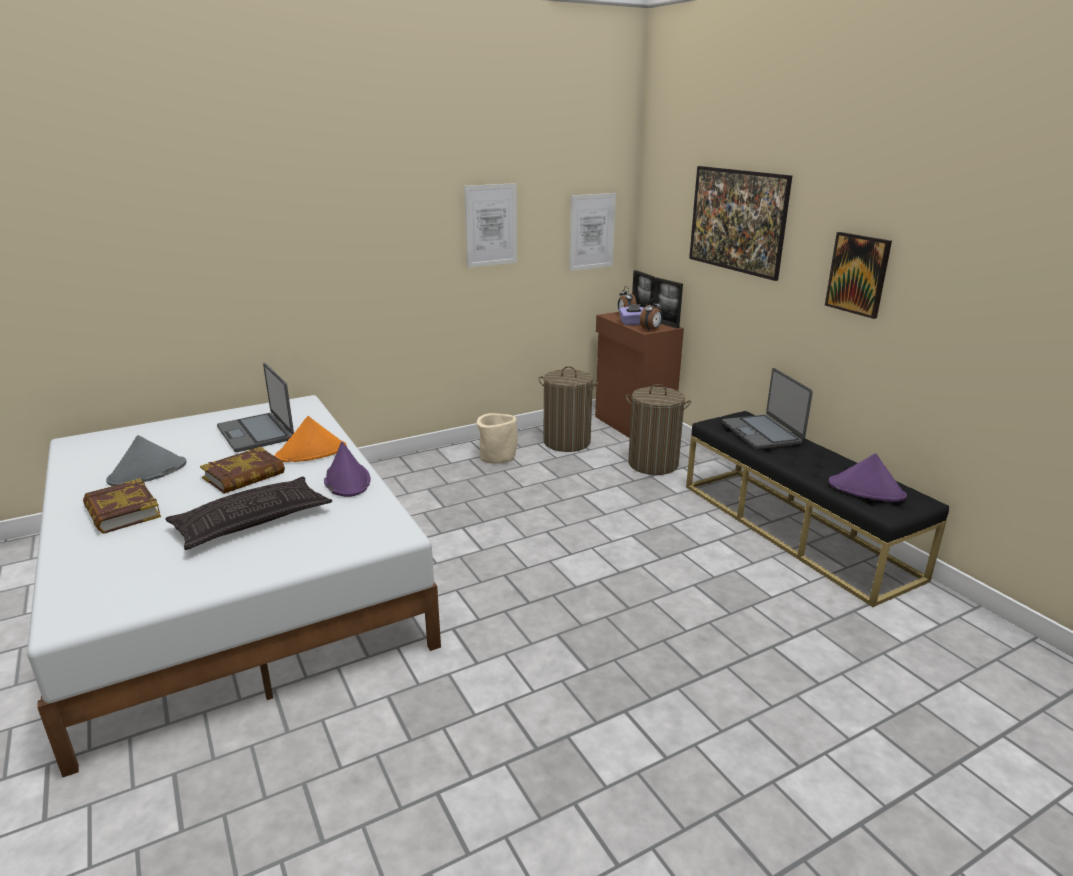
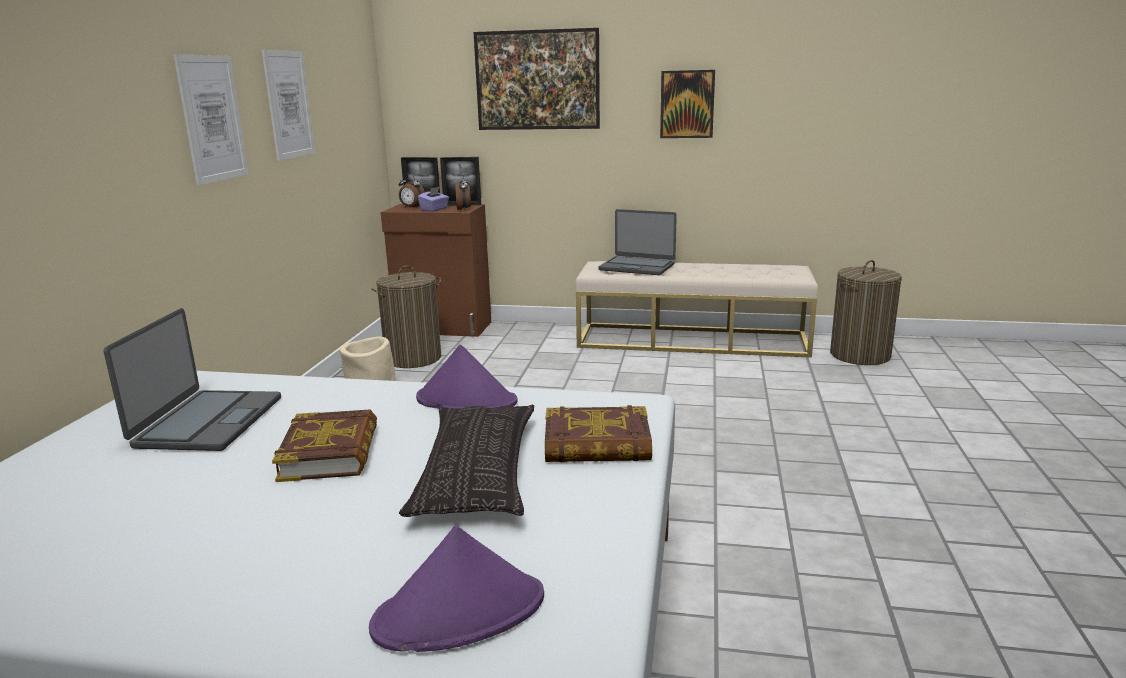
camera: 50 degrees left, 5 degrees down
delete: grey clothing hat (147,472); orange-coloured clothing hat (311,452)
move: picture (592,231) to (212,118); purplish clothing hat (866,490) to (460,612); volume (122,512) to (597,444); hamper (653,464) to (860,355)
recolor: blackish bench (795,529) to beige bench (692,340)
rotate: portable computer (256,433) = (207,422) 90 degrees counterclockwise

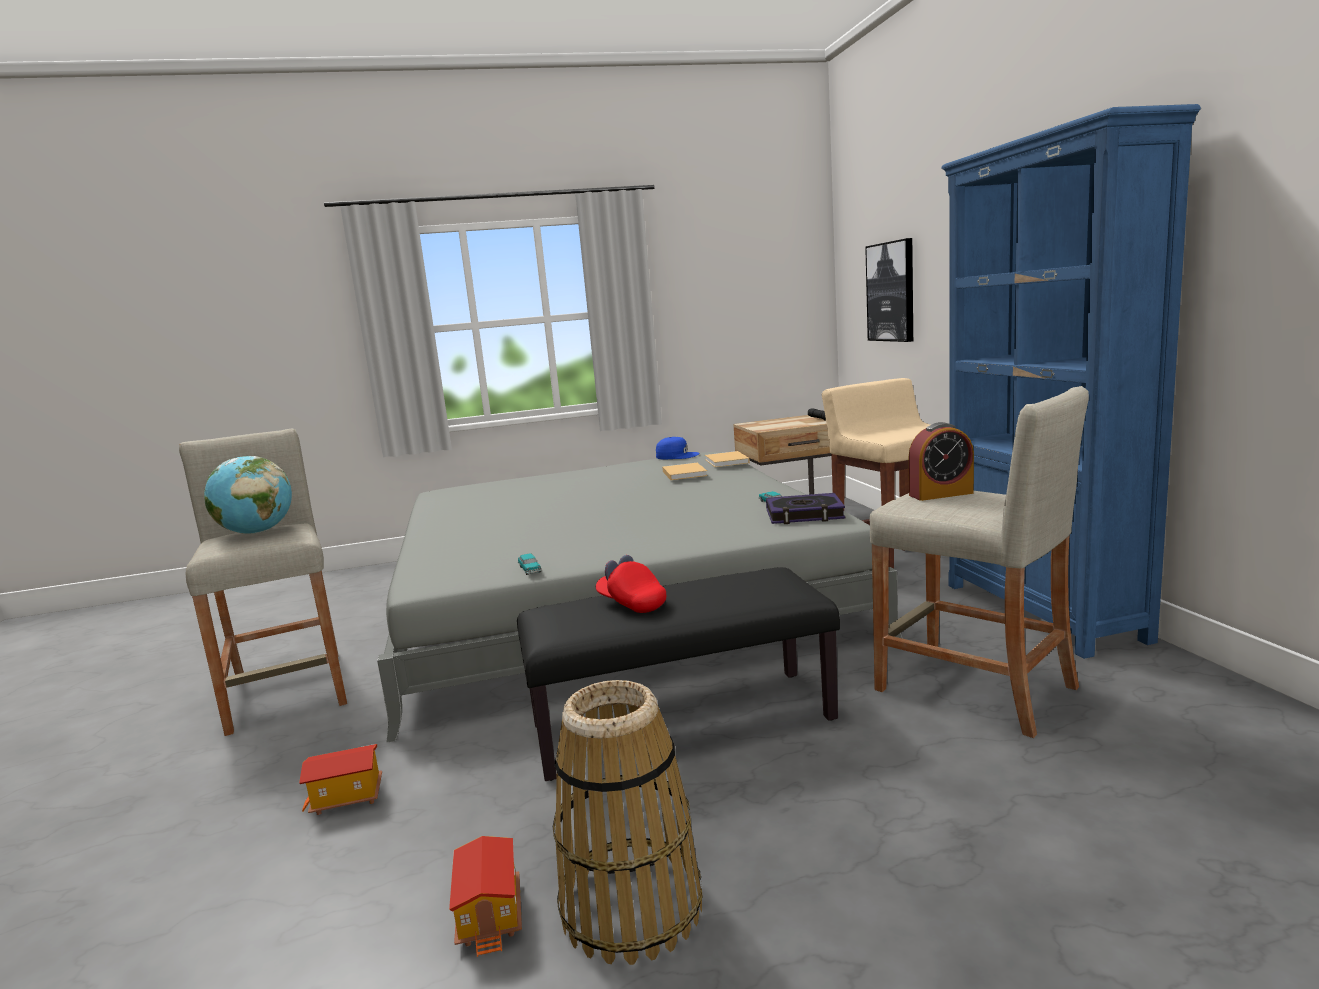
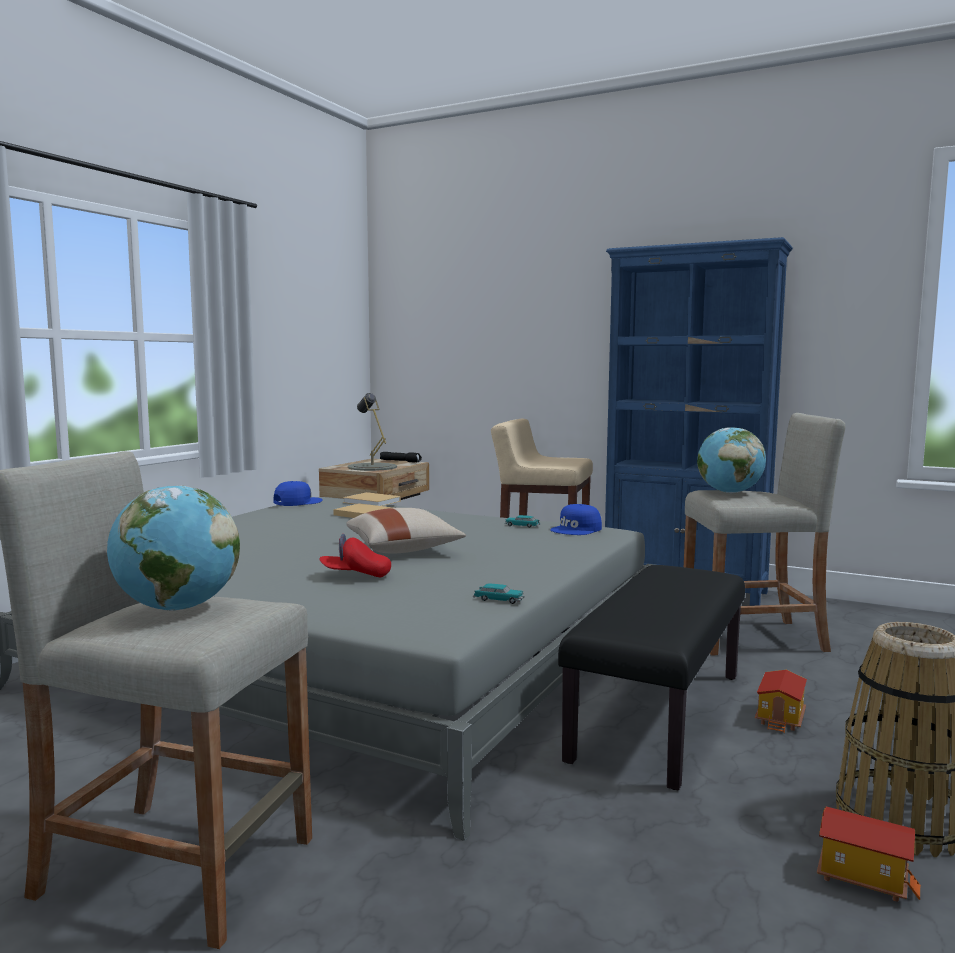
camera: 50 degrees left, 5 degrees down
delete: picture (891,292)
insert: beige throw pillow (404,549); grey lamp for a table (372,467)
move: red-coloured baseball cap (631,603) to (355,575); toy house (346,799) to (781,718)
replace: volume (804,515) to blue baseball cap (577,529); table clock (941,494) to desk globe (729,492)

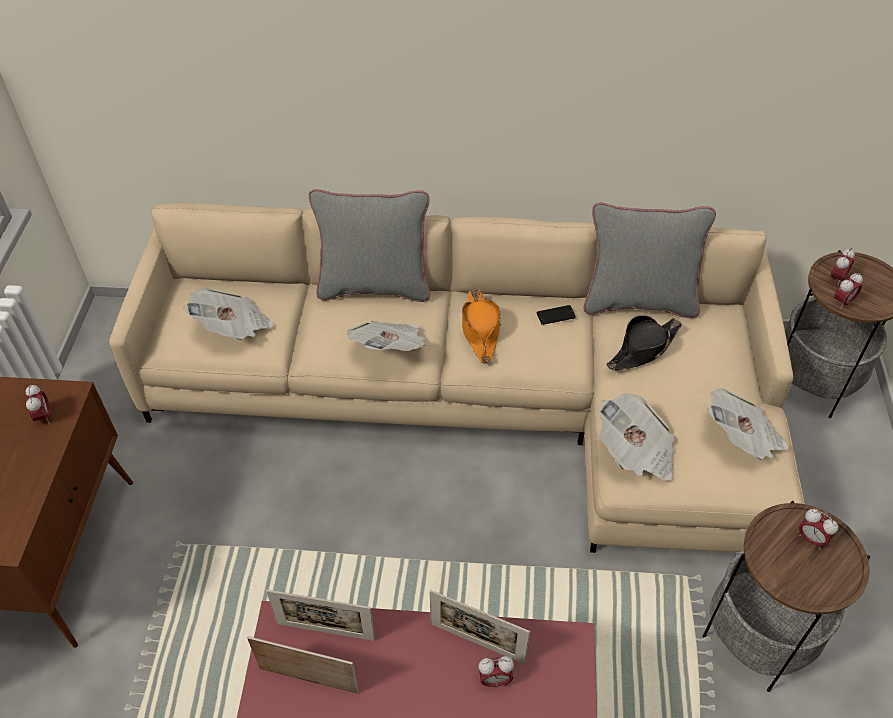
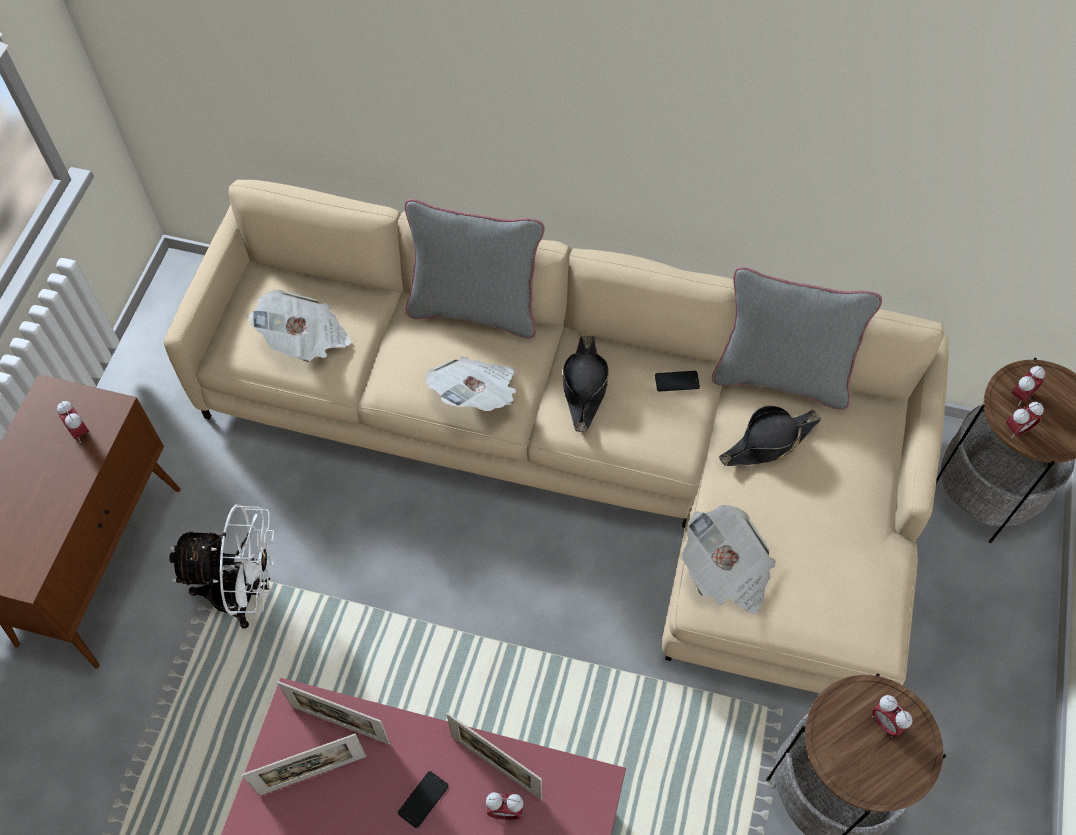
camera: 10 degrees right, 10 degrees up
delete: newspaper (742,439)
insert: white-coloured cooling fan (245,594); telephone (423,799)
recolor: orange-coloured clothing hat (480,330) to blackish clothing hat (584,387)
rotate: table clock (44,416) = (80,431) 150 degrees clockwise; photo frame (308,680) = (313,775) 135 degrees clockwise

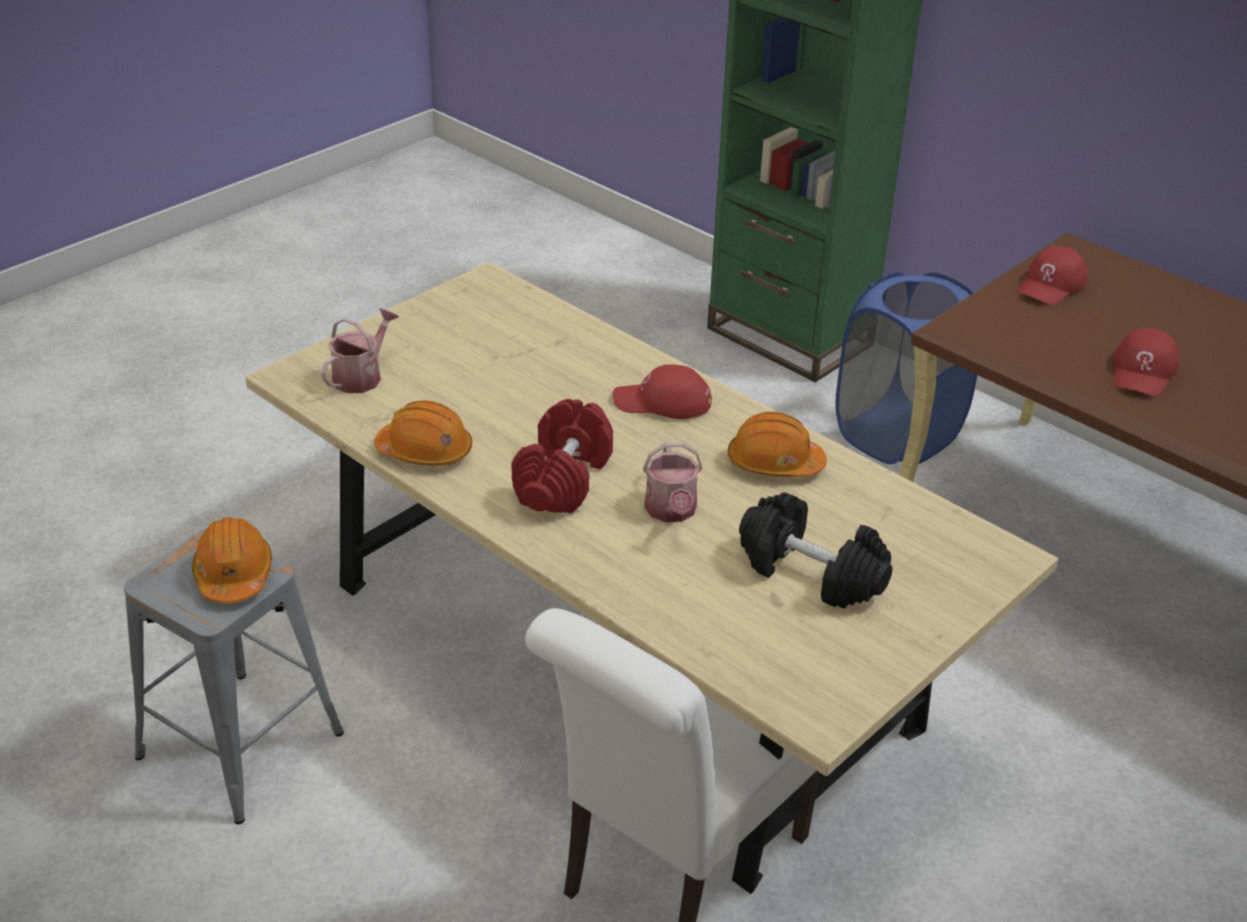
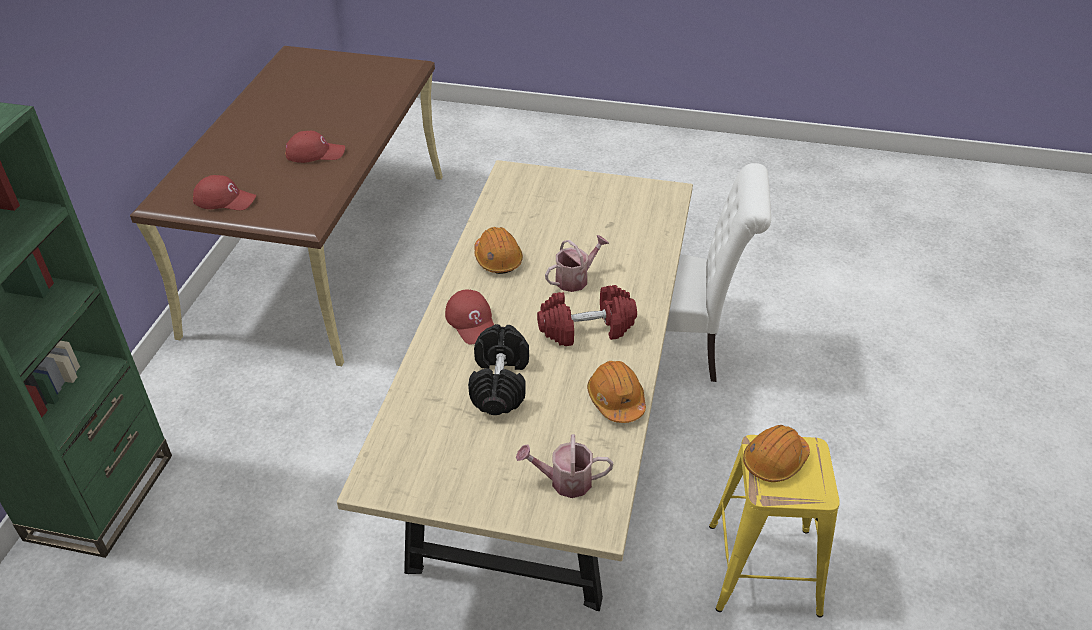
camera: 120 degrees left, 5 degrees up
delete: blue hamper (898,434)
move: blackish free weight (810,573) to (500,383)
recolor: grey stool (239,745) to yellow-coloured stool (765,568)

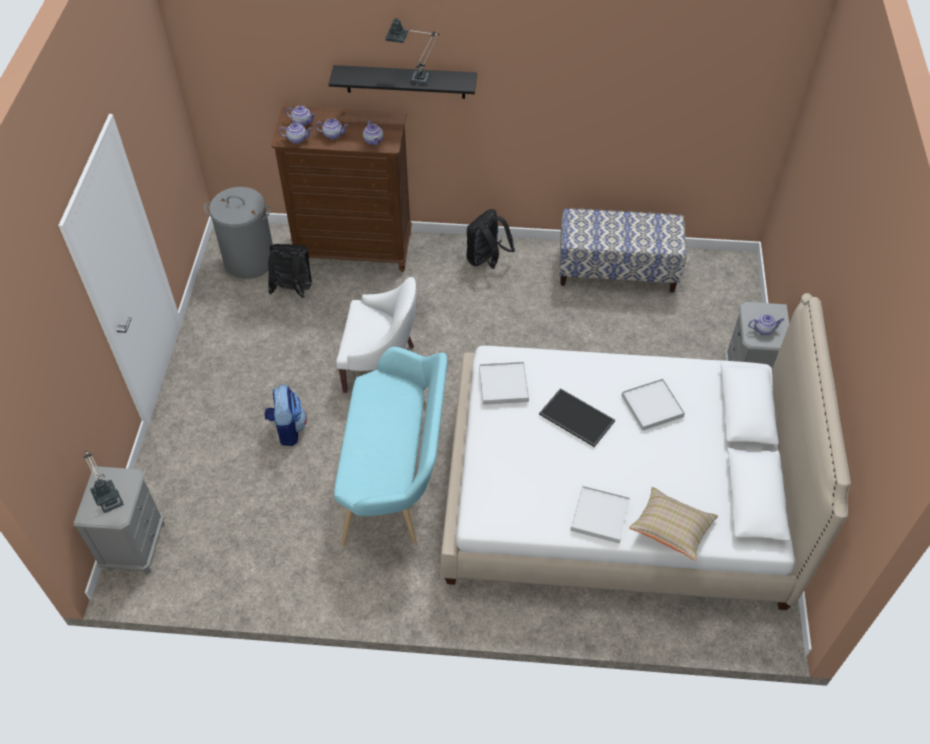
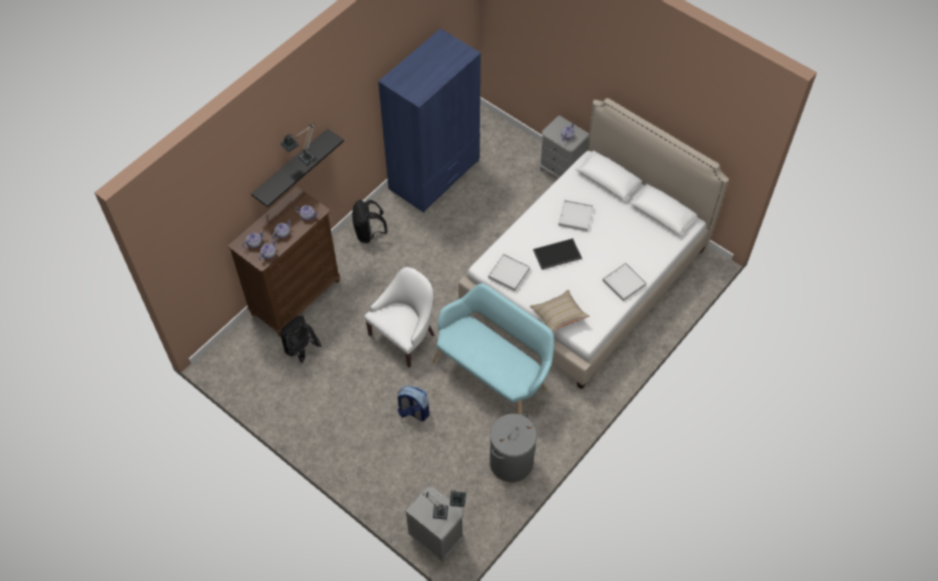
camera: 55 degrees left, 5 degrees up
move: grey hamper (250,260) to (511,462); beige throw pillow (671,530) to (558,316)
replace: bench (617,270) to blue clothes cupboard (435,175)

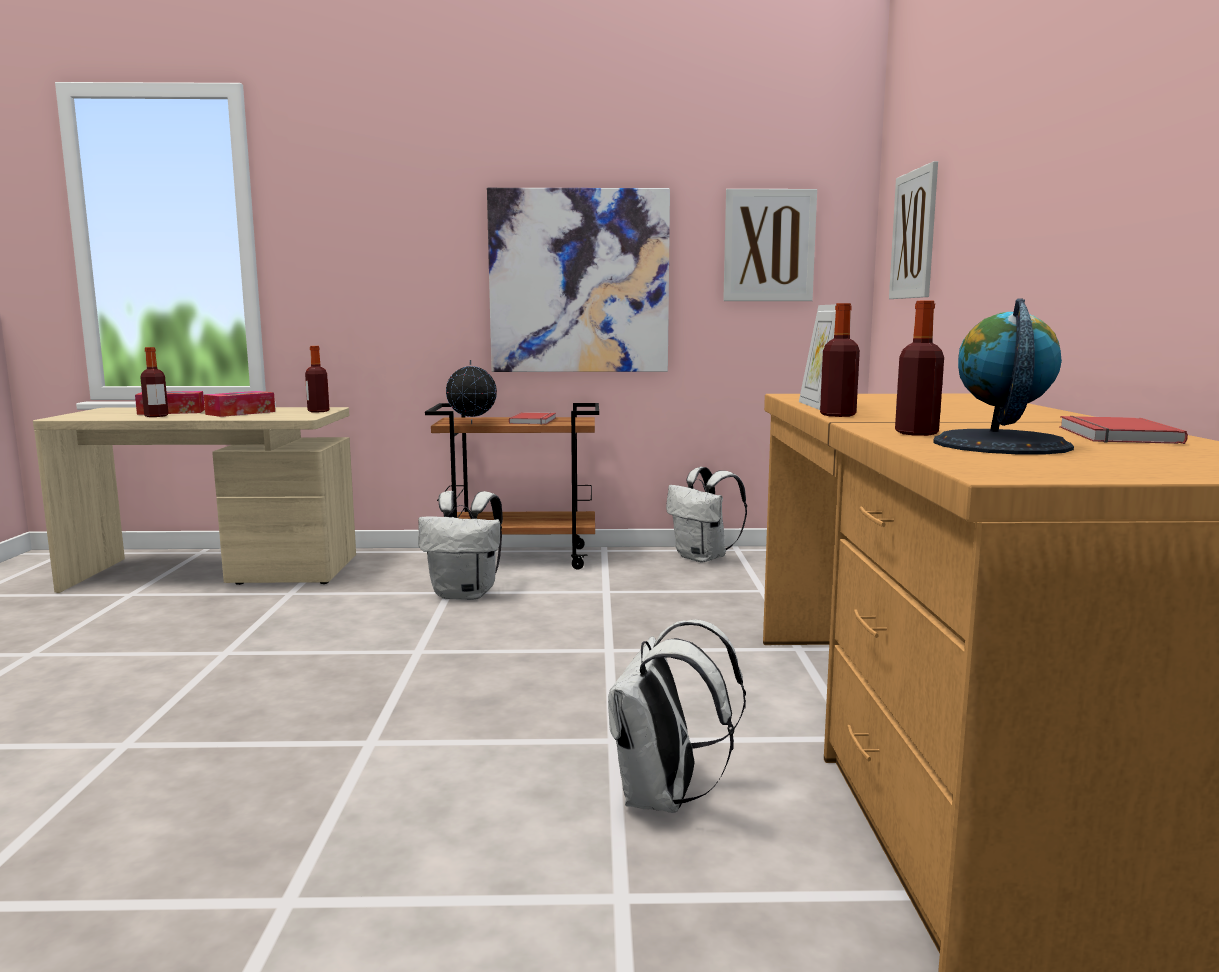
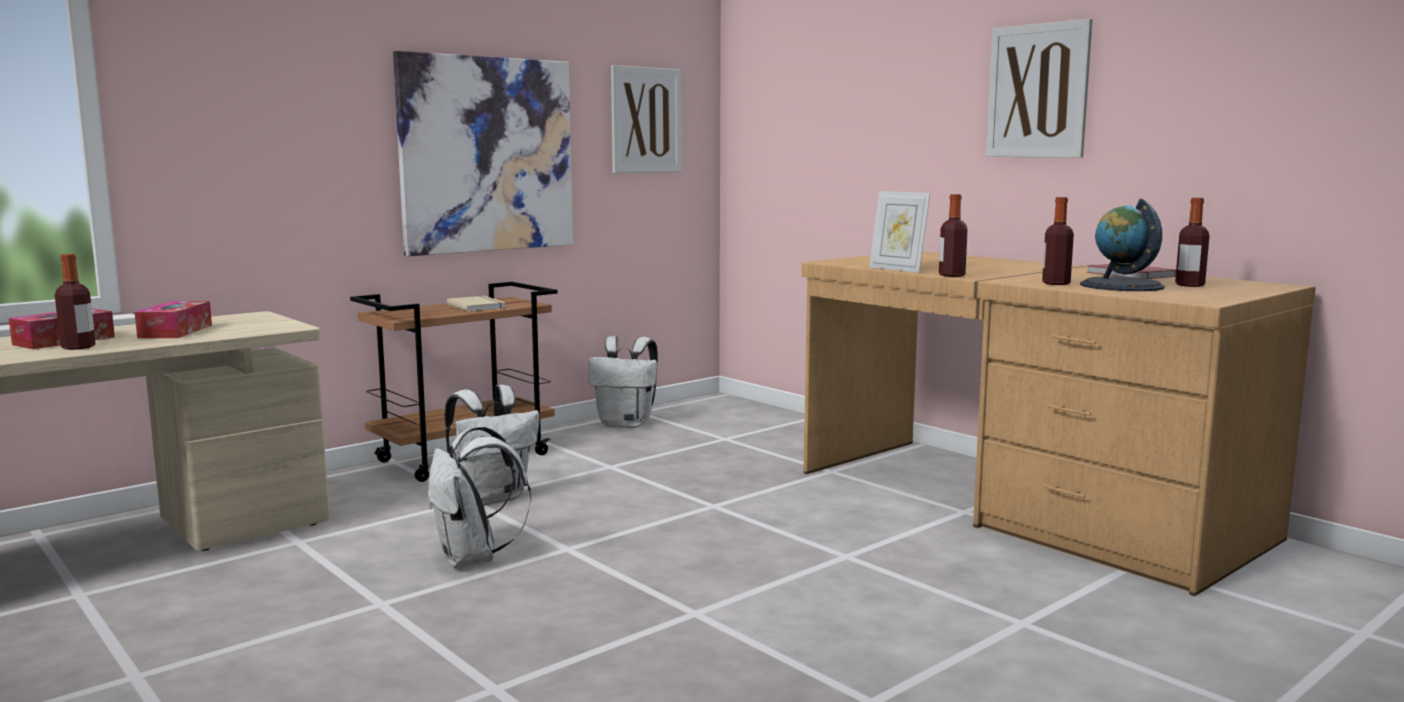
camera: 40 degrees left, 0 degrees up
delete: desk globe (472,423)
move: white-coloured backpack (664,798) to (473,559); picture (914,235) to (1037,91); bottle (318,411) to (1189,285)
recolor: red-coloured volume (535,421) to beige volume (477,306)

